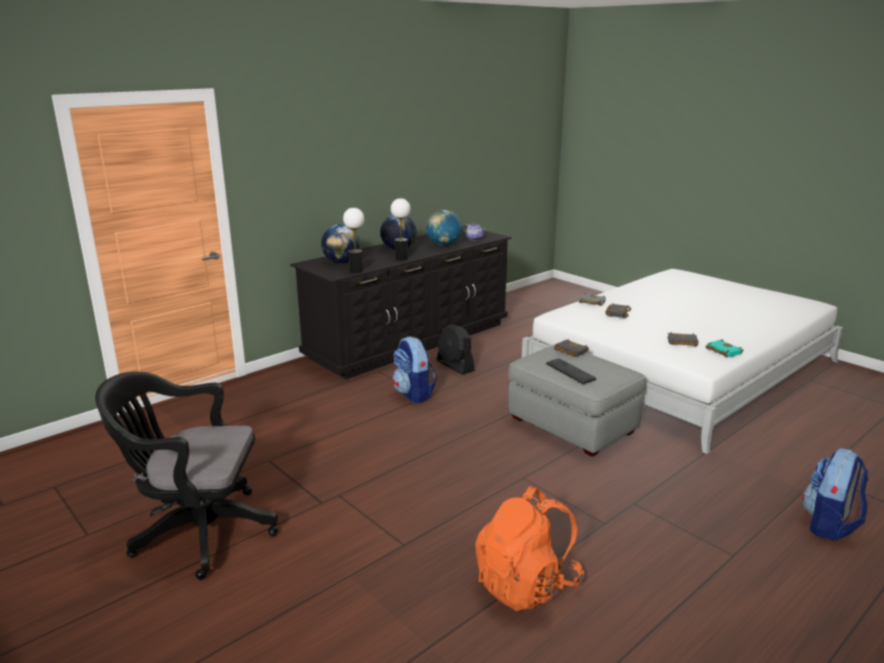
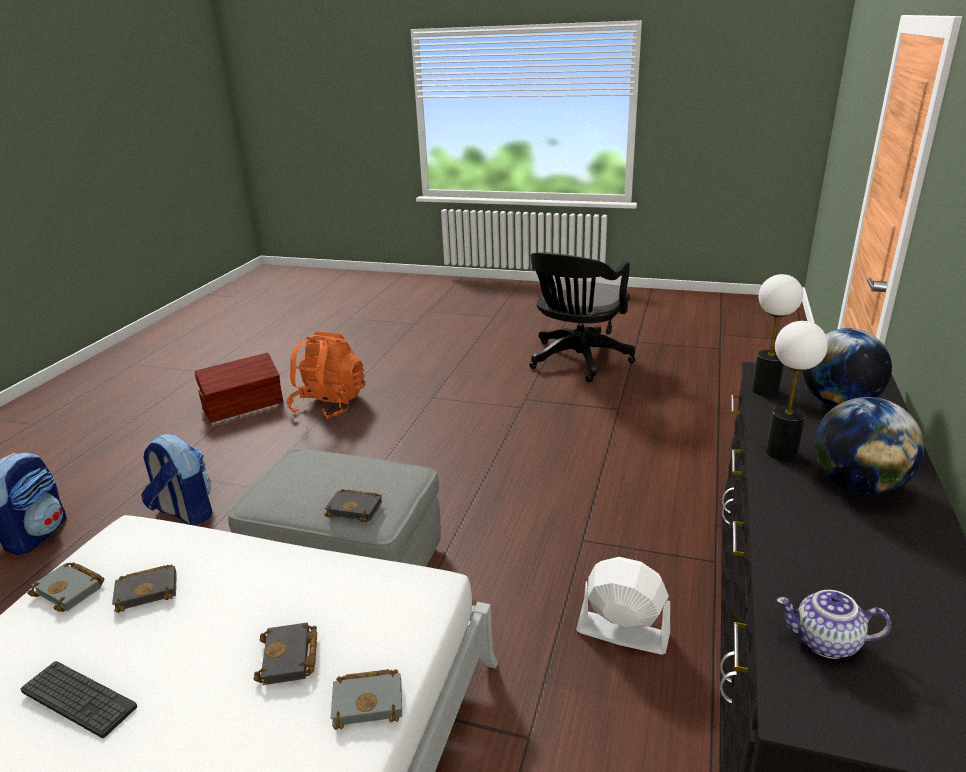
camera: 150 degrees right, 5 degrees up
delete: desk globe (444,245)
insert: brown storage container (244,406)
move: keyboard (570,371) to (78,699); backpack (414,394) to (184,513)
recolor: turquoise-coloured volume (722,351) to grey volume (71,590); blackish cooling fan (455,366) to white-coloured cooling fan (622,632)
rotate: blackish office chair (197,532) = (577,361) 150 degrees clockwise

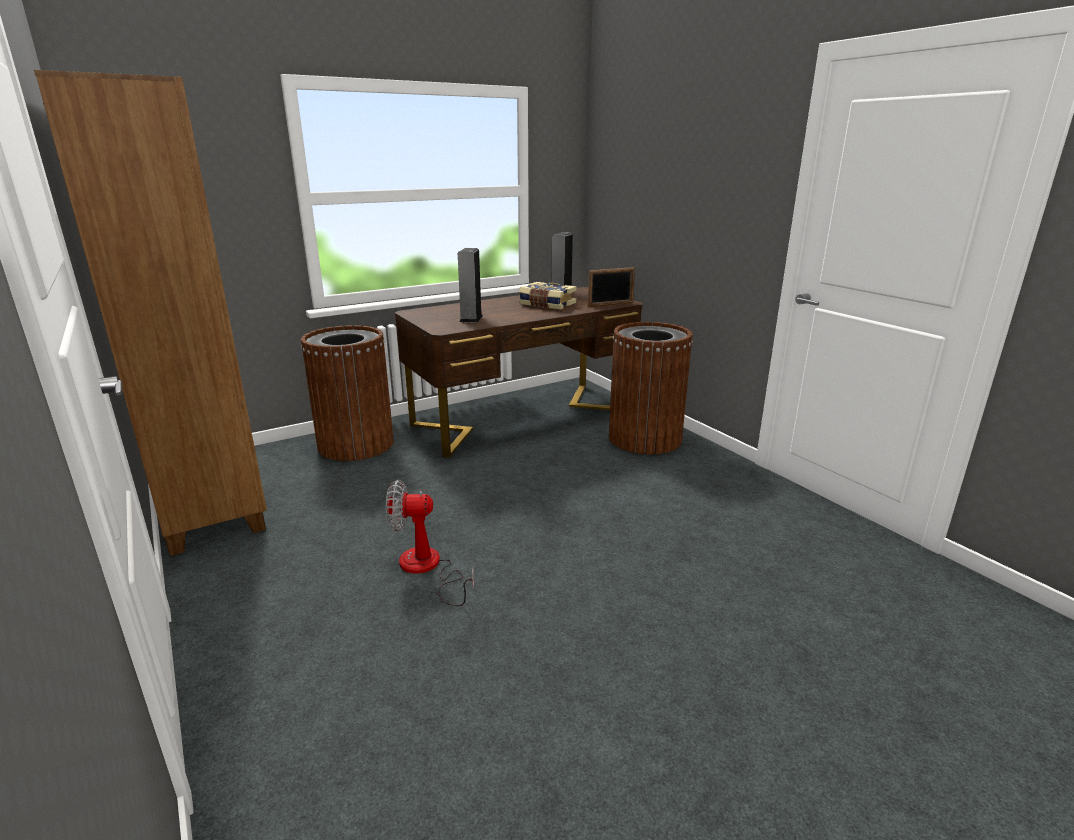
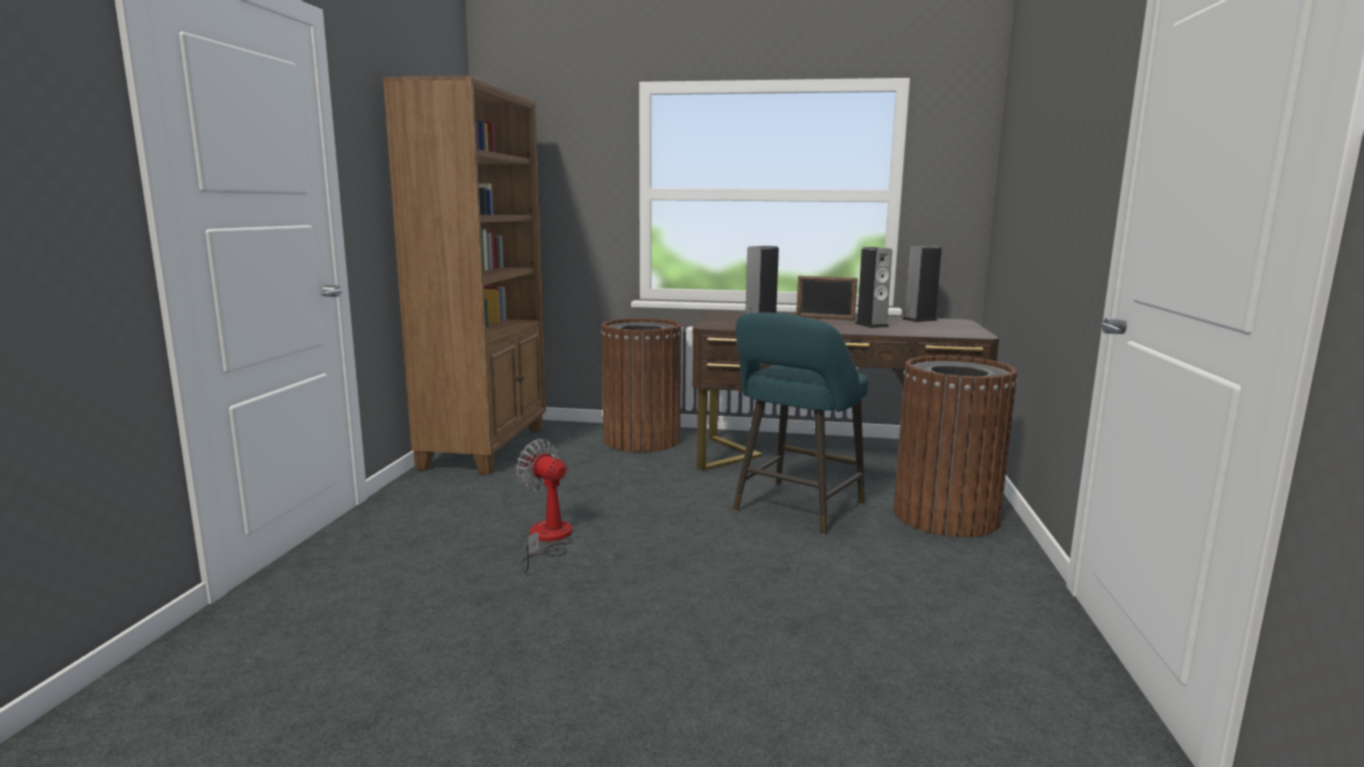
camera: 40 degrees right, 10 degrees down
insert: turquoise-coloured stool (795,510)
move: photo frame (610,304) to (825,318)
replace: volume (547,305) to speaker (871,325)

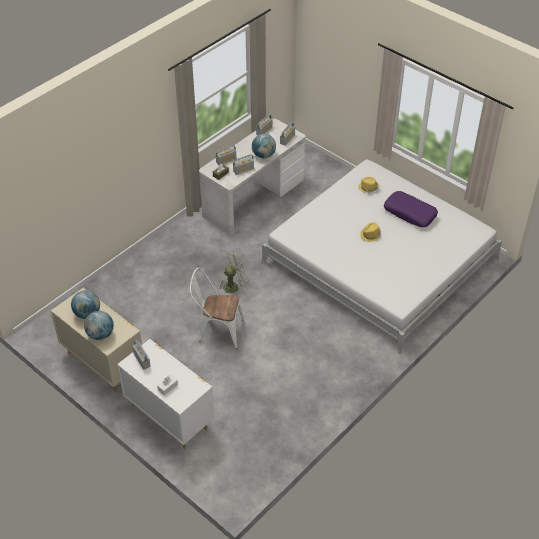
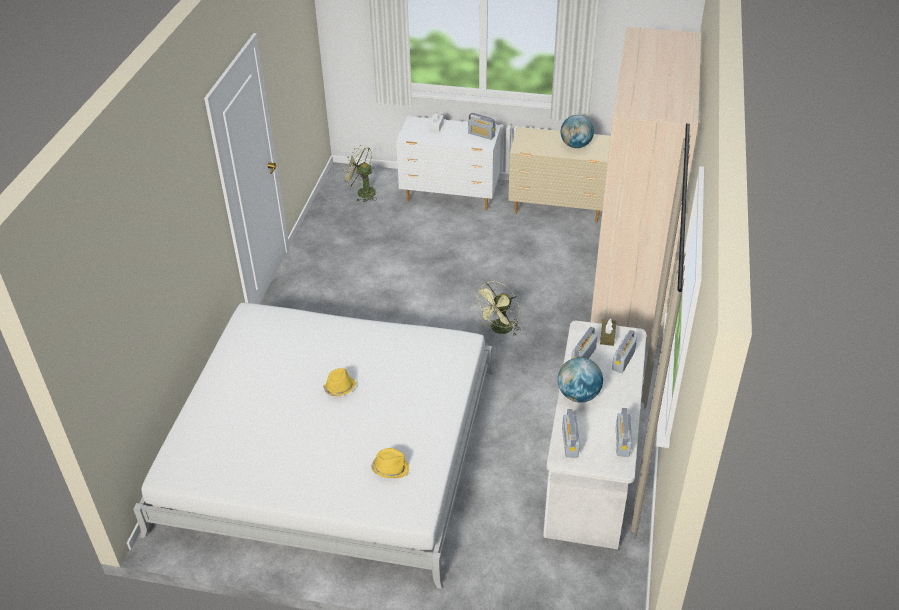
camera: 150 degrees right, 5 degrees down
delete: desk globe (100,334); white-coloured plain chair (217,330); purplish throw pillow (410,213)
insert: greenish cooling fan (362,192); beige clothes cupboard (629,286)

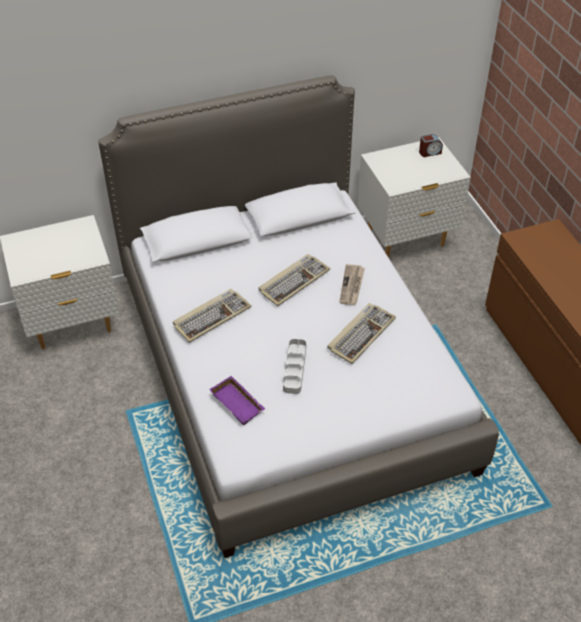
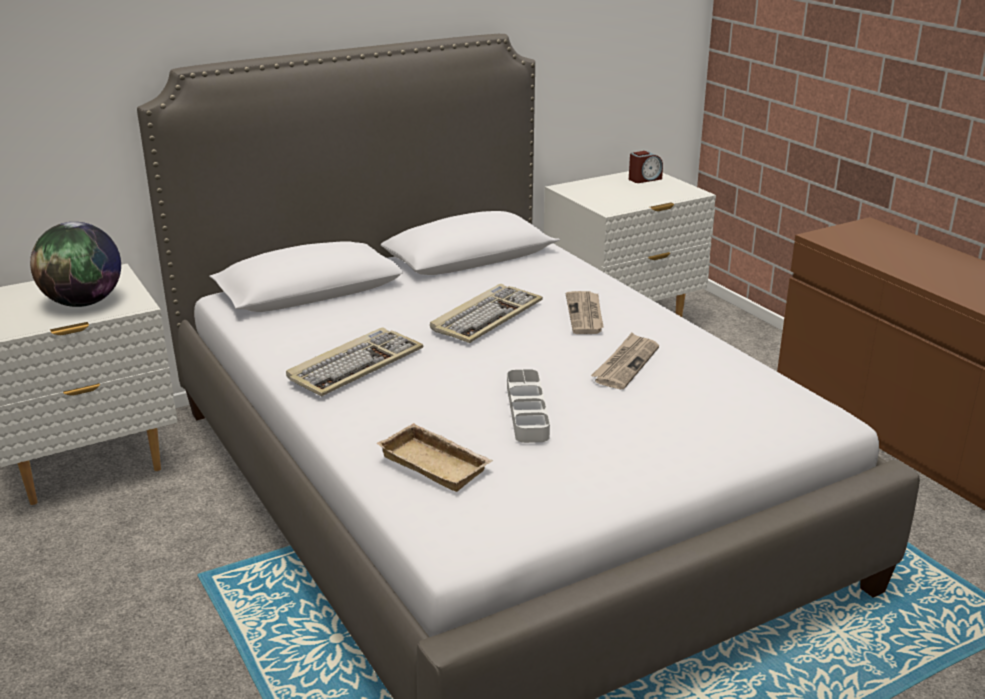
camera: 10 degrees left, 20 degrees down
insert: desk globe (83,303)
replace: keyboard (361,334) to newspaper (625,364)
recolor: purplish serving tray (239,403) to beige serving tray (437,463)

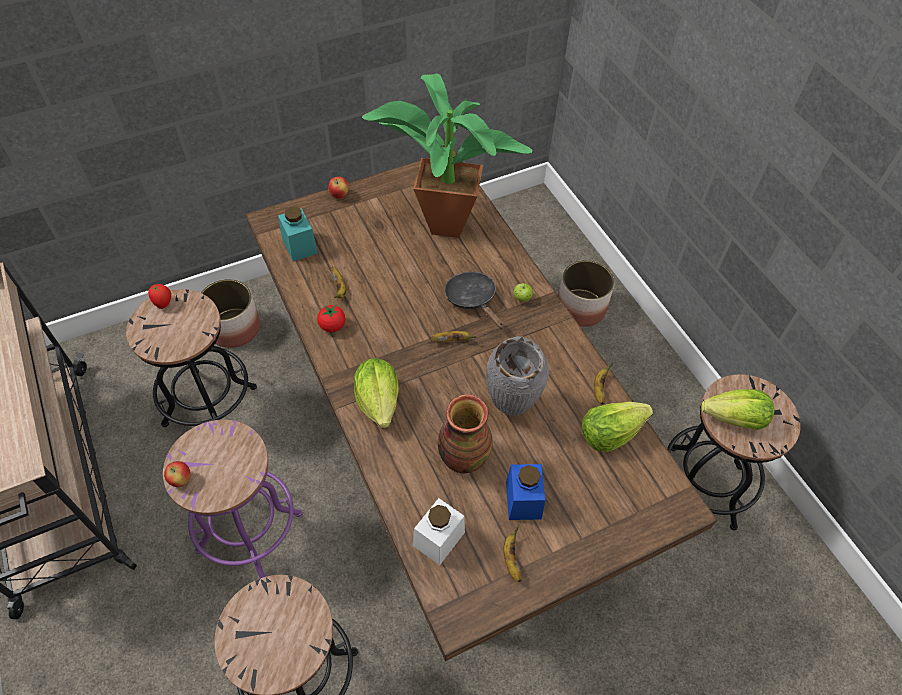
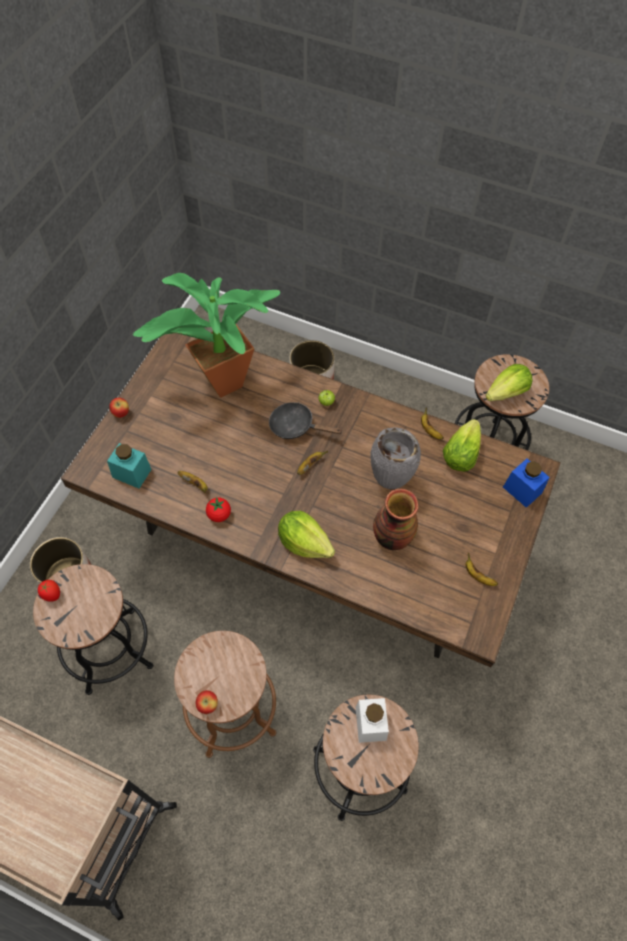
camera: 40 degrees left, 5 degrees up
move: white-coloured preserve jar (438,539) to (370,723); blue preserve jar (523,500) to (522,490)
recolor: purplish stool (249,532) to brown stool (232,711)

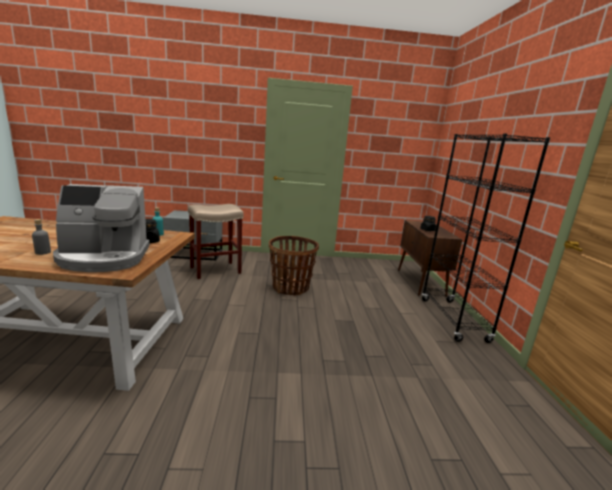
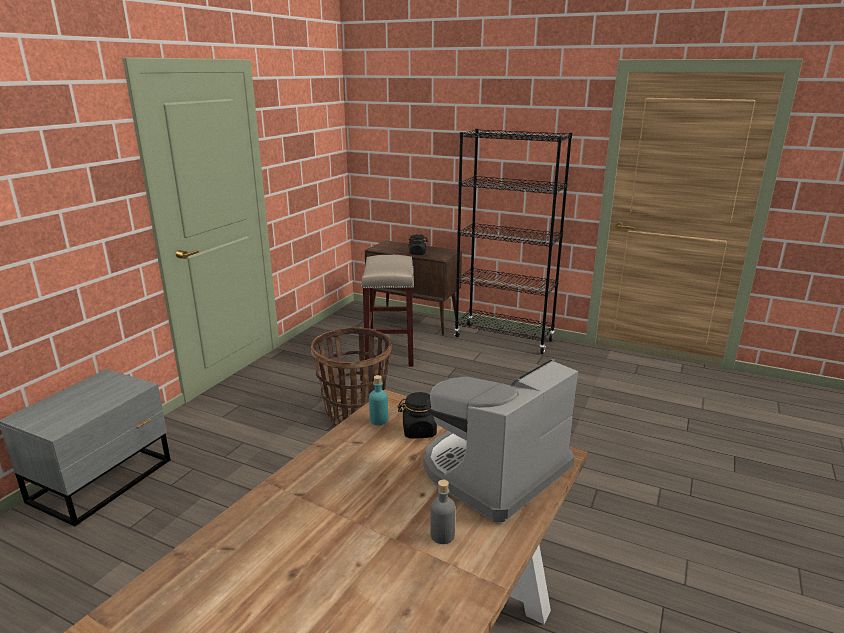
camera: 60 degrees left, 5 degrees up
move: beige stool (214,270) to (390,353)
rotate: coffee maker (104,258) = (493,471) 150 degrees counterclockwise

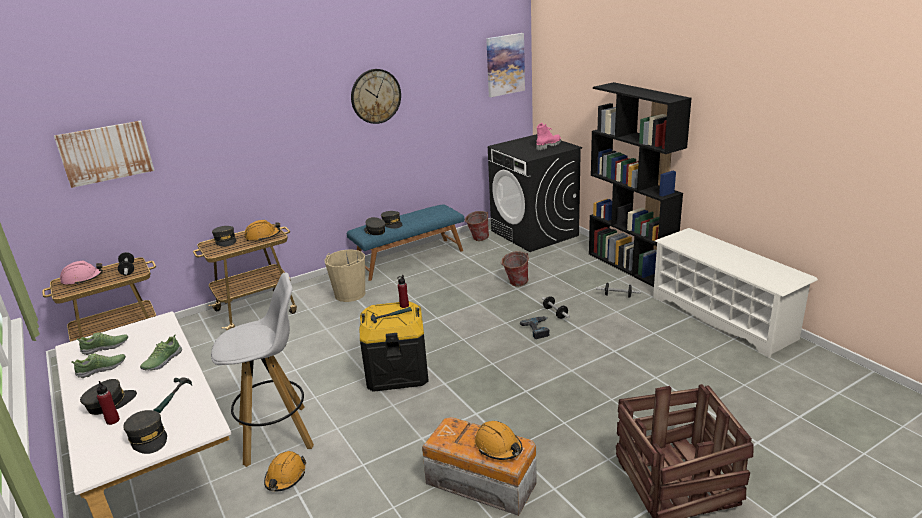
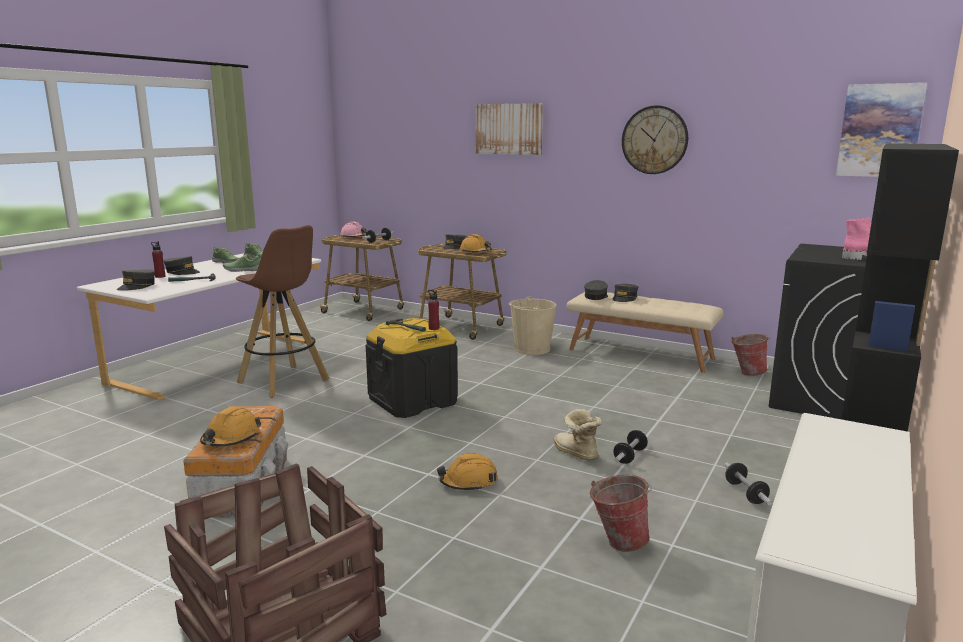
camera: 60 degrees right, 10 degrees down
move: orange-coloured work helmet (285,477) to (468,482); picture (105,153) to (509,129); pail (515,284) to (617,541)
replace: drill (538,329) to high-top boot (575,453)
recolor: white-coloured stool (277,434) to brown stool (284,382); blue bench (409,259) to beige bench (640,354)

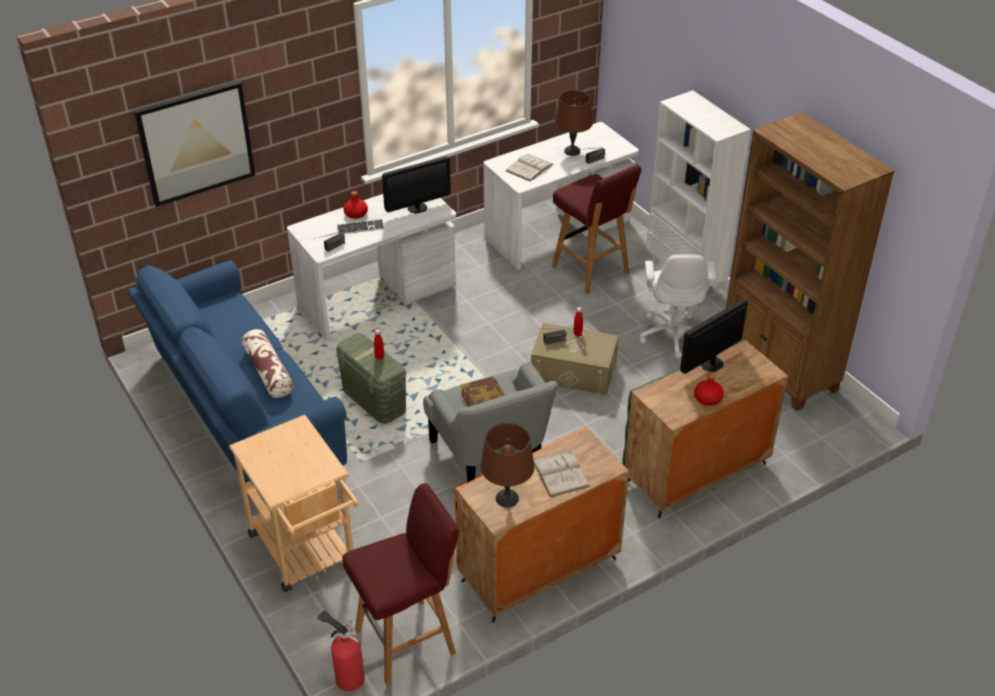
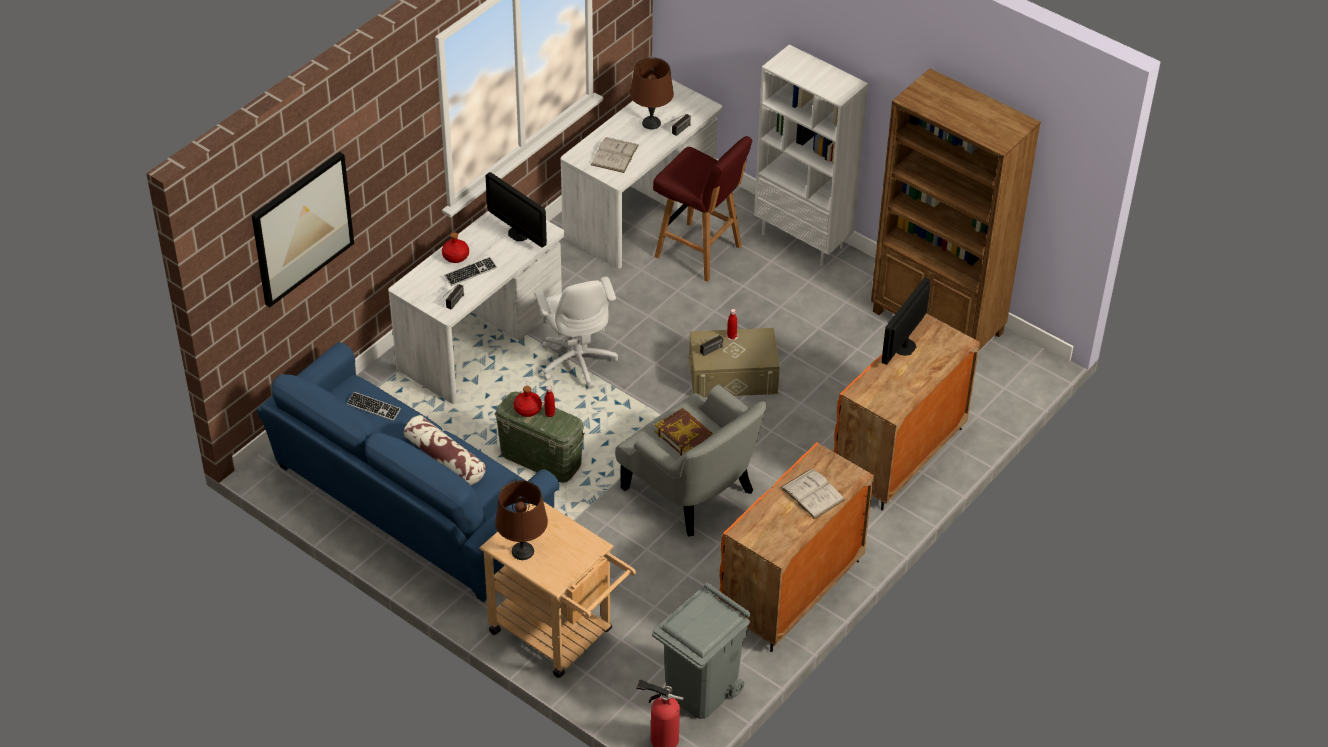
camera: 20 degrees left, 5 degrees up
insert: keyboard (373,407)
move: brown lamp for a table (506,498) to (522,551); red-coloured bottle (708,398) to (528,409); white-coloured office chair (673,334) to (577,360)
replace: red-coloured stool (407,640) to grey rubbish bin (700,690)
recolor: greenish storage cabinet (695,473) to orange-coloured storage cabinet (899,456)
rotate: computer display (417,208) = (519,233) 90 degrees clockwise

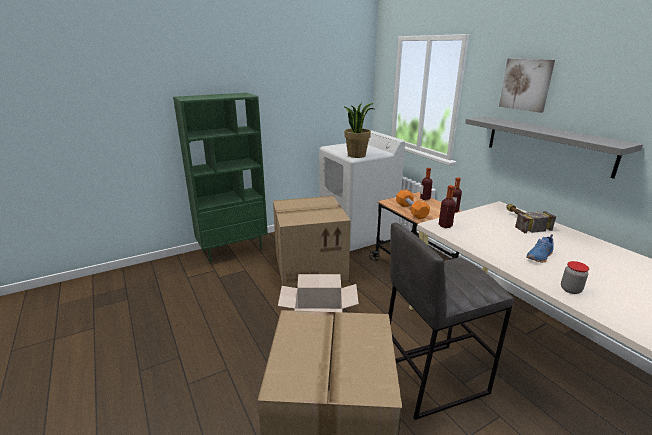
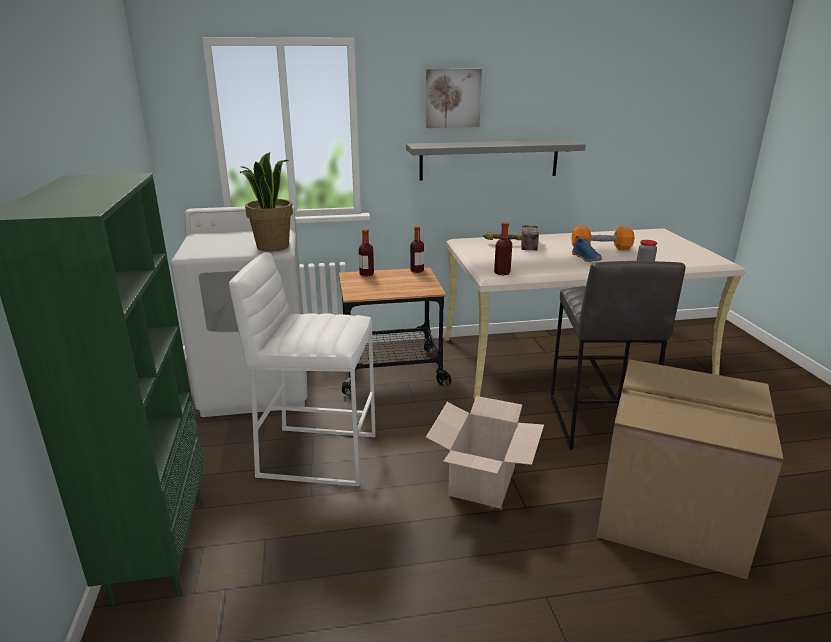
camera: 70 degrees left, 0 degrees up
move: orange-coloured free weight (411,211) to (601,248)
replace: packing box (311,266) to white-coloured stool (317,454)

